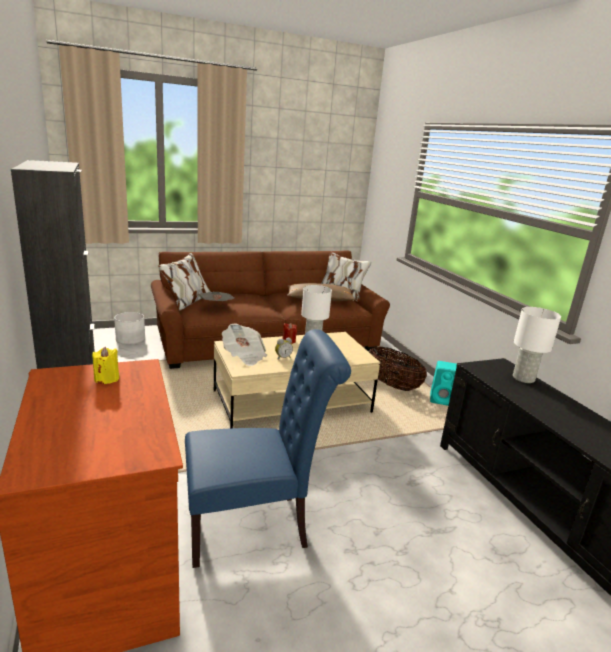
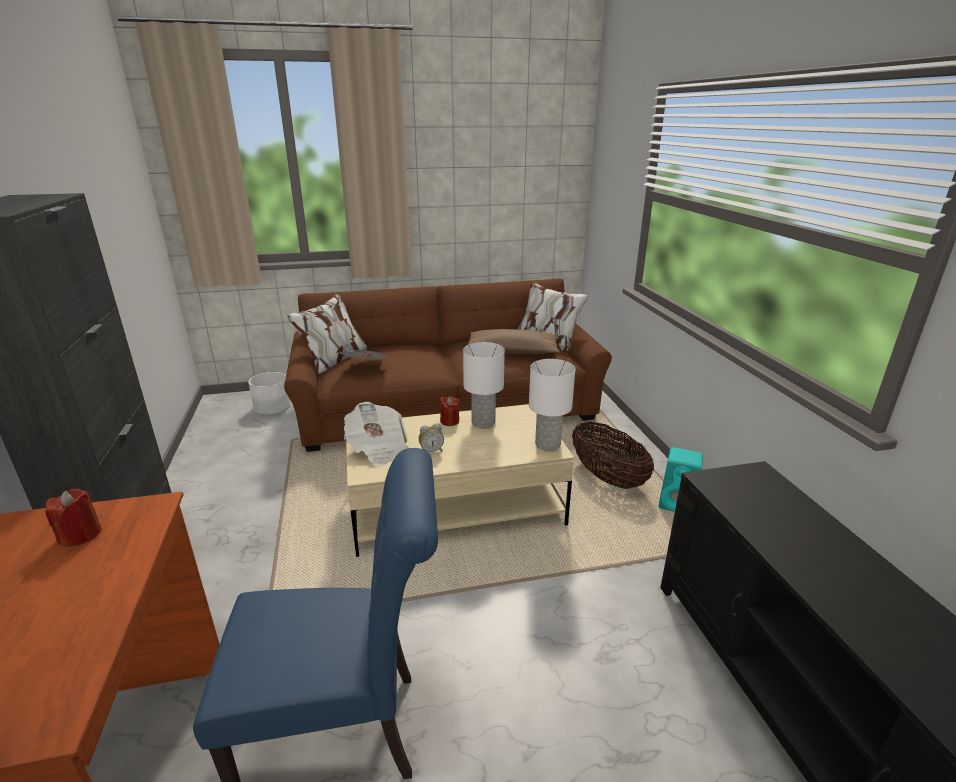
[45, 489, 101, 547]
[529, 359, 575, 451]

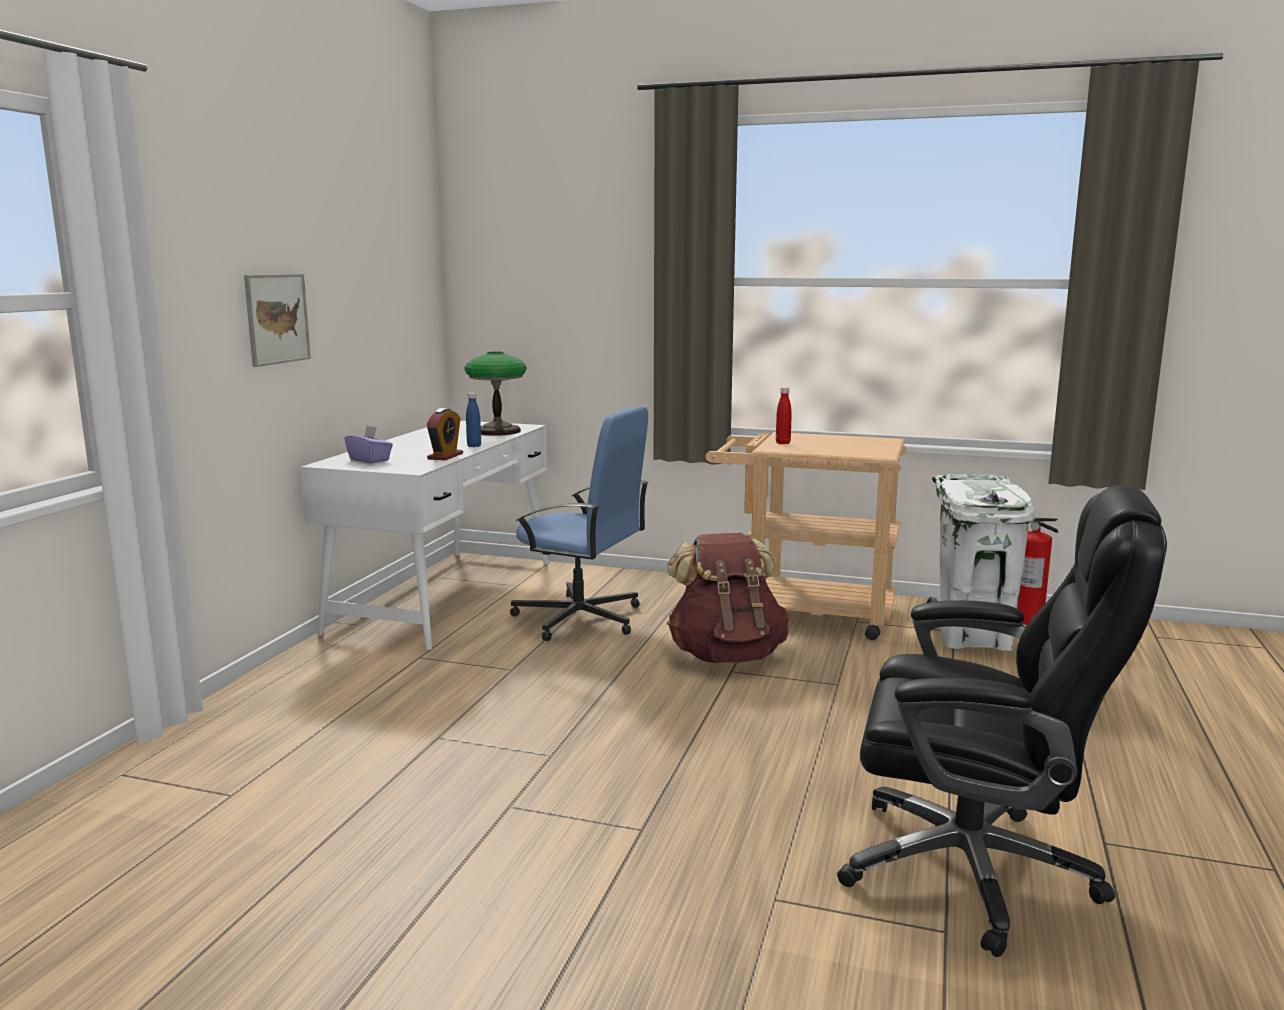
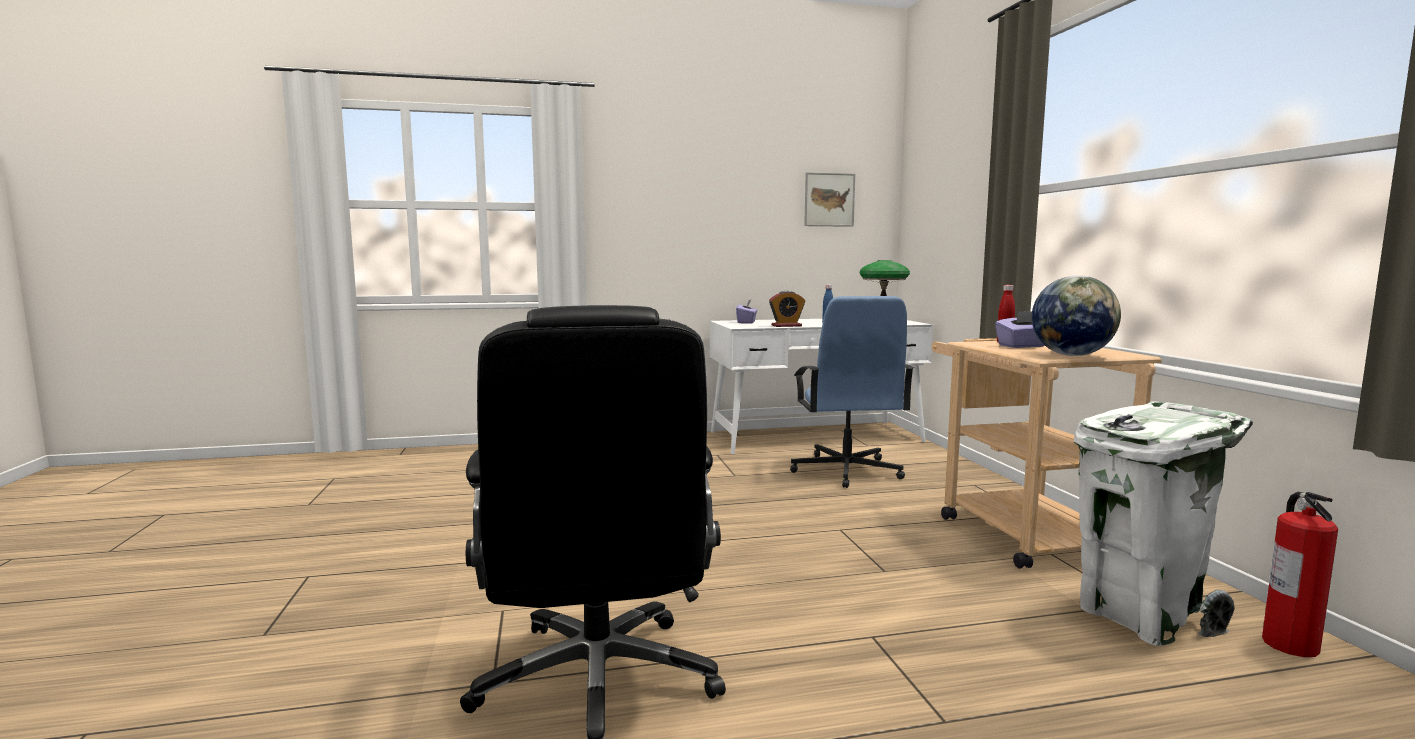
[804, 172, 855, 227]
[667, 533, 789, 663] (first image)
[995, 311, 1045, 348]
[1032, 276, 1121, 356]

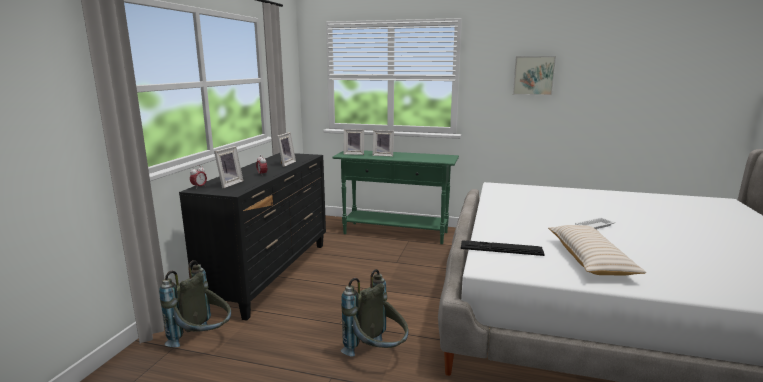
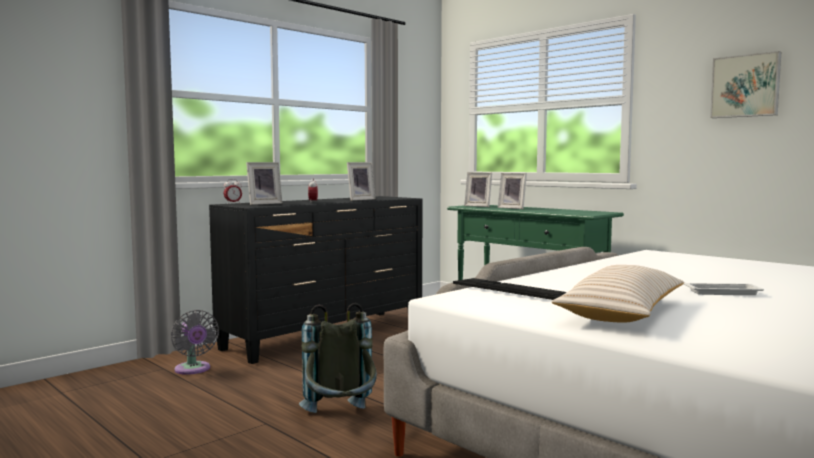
[171, 310, 219, 375]

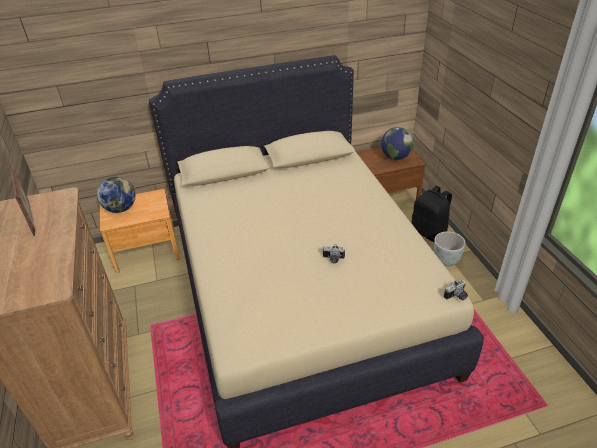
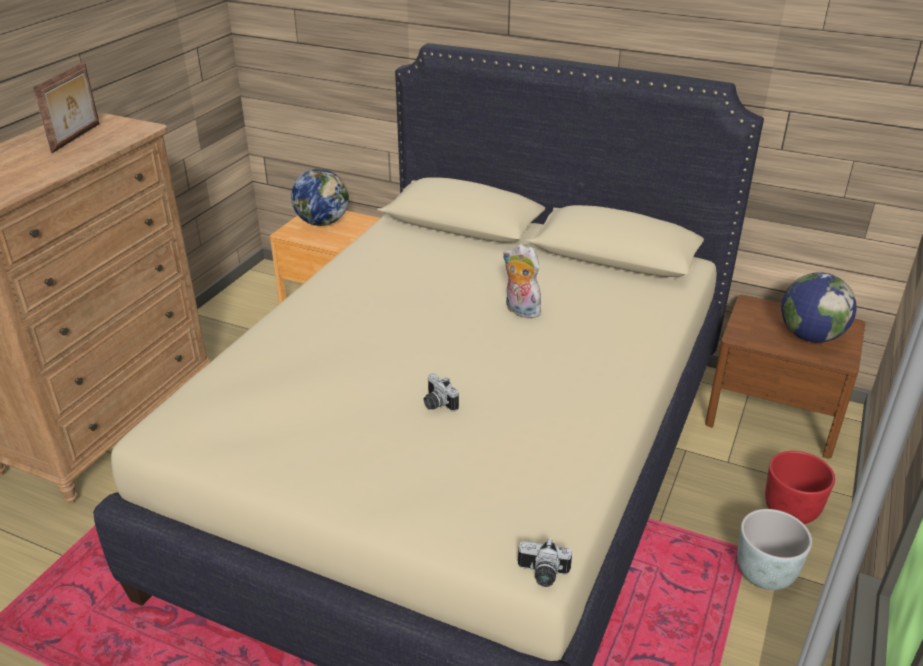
[765, 451, 835, 524]
[503, 244, 543, 318]

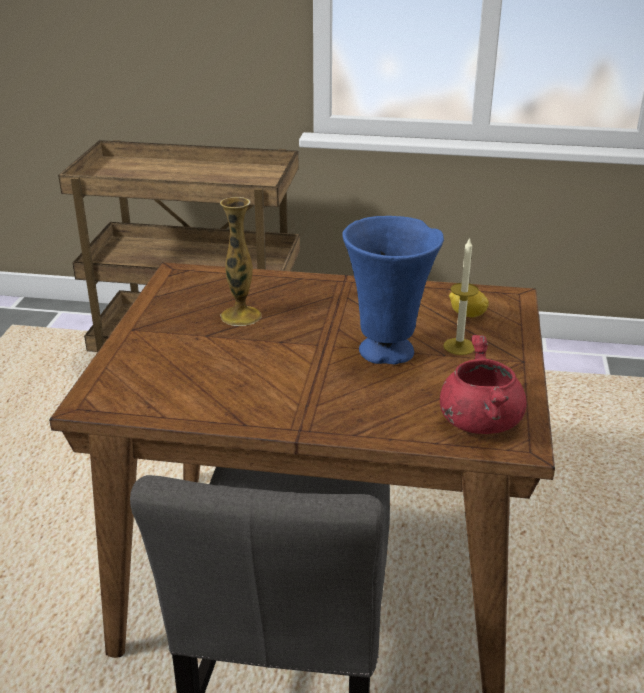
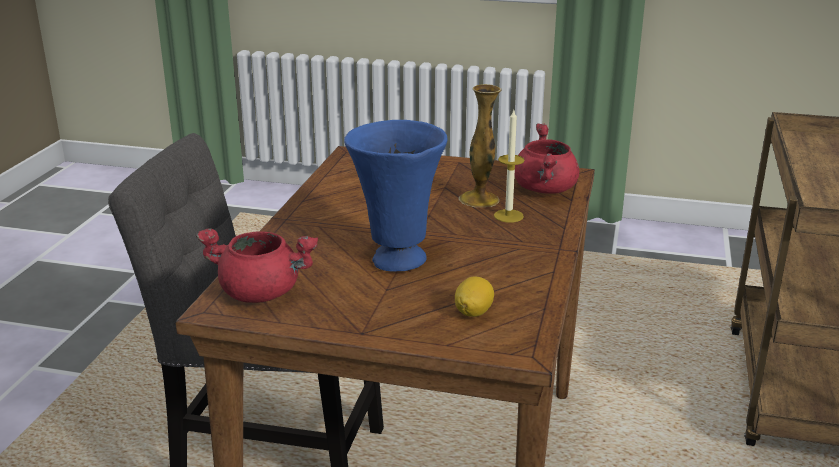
[494, 110, 525, 223]
[515, 123, 580, 194]

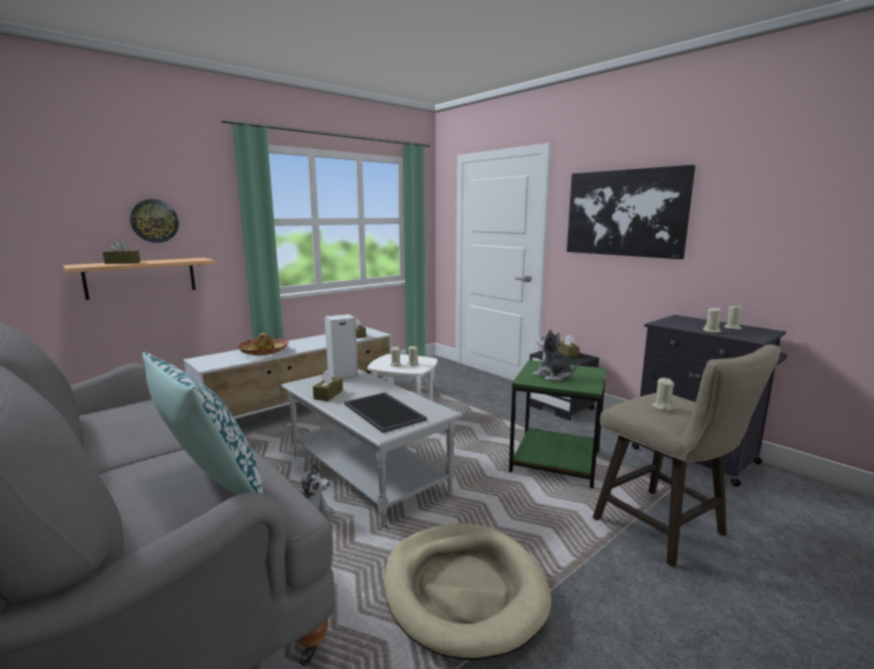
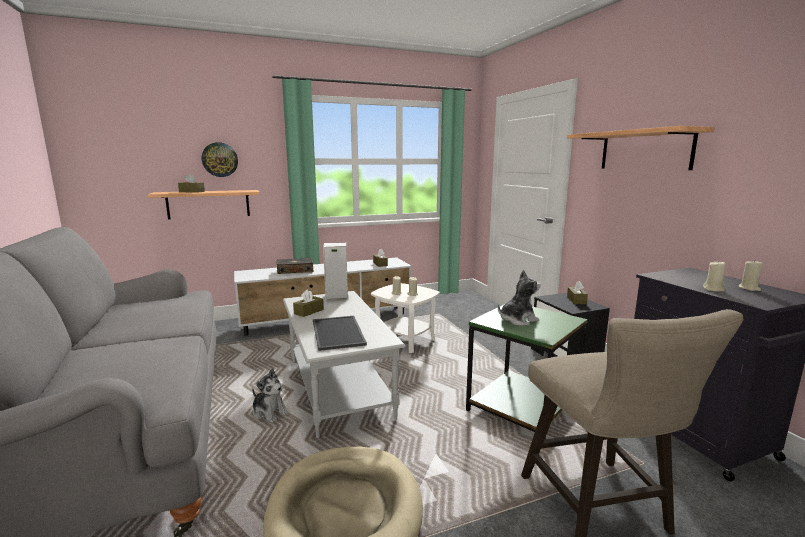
[142, 352, 266, 495] (first image)
[276, 258, 313, 274]
[498, 270, 541, 326]
[567, 126, 715, 170]
[652, 378, 674, 411] (first image)

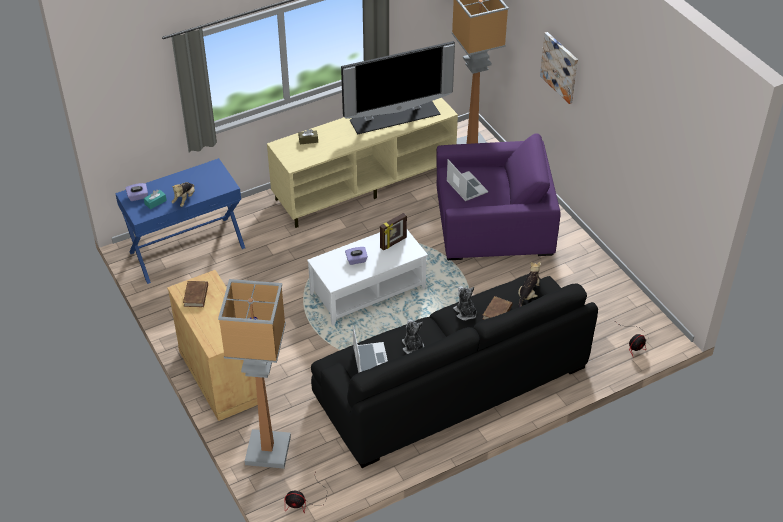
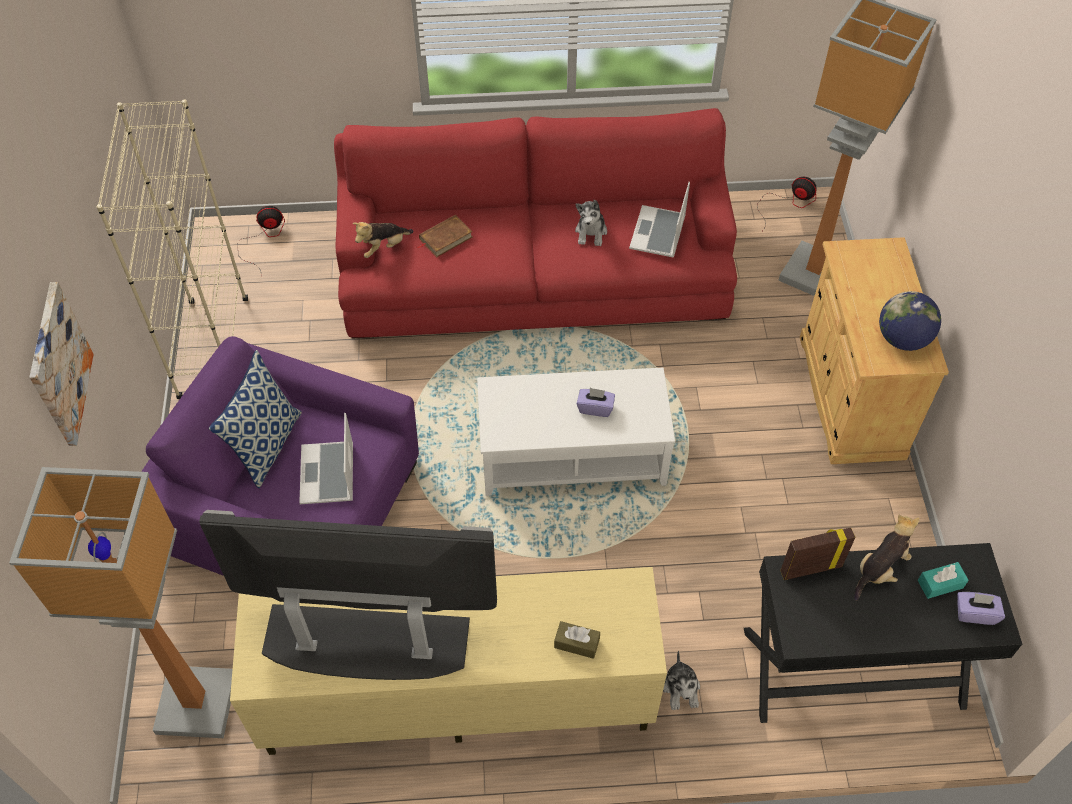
[744, 543, 1022, 723]
[879, 291, 941, 351]
[334, 108, 737, 339]
[780, 528, 855, 580]
[663, 650, 700, 710]
[96, 99, 248, 399]
[209, 350, 302, 488]

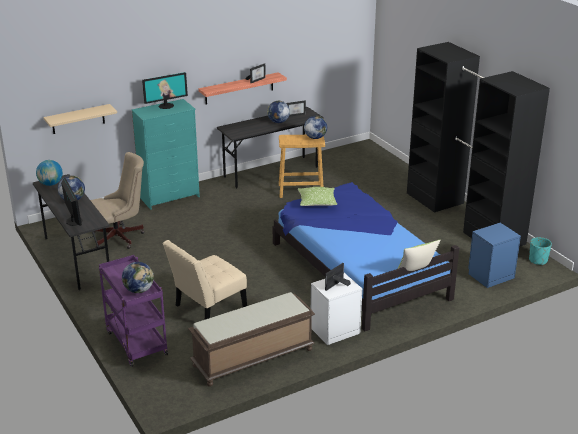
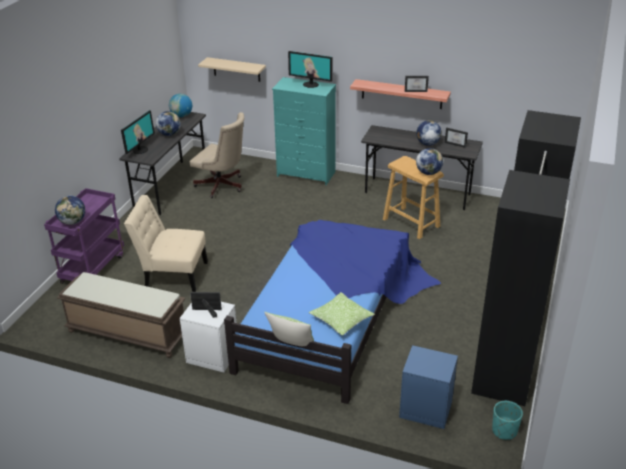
[309, 292, 375, 335]

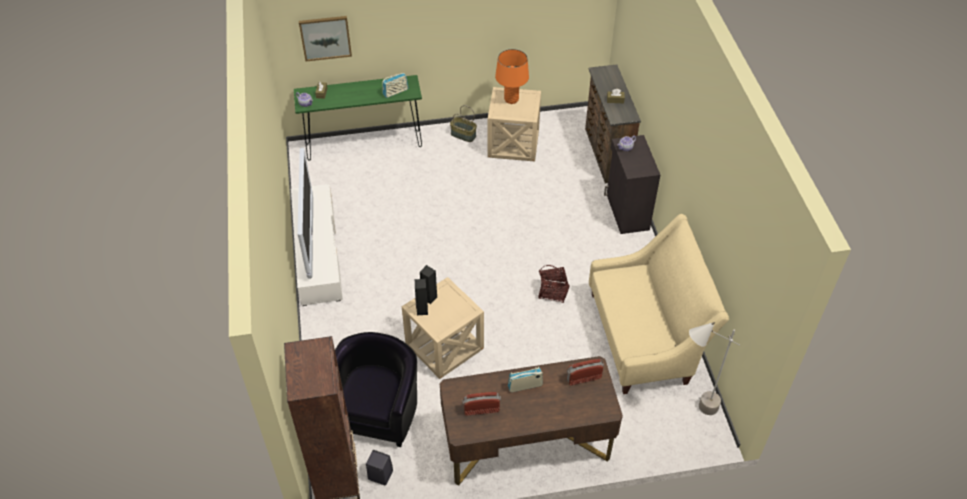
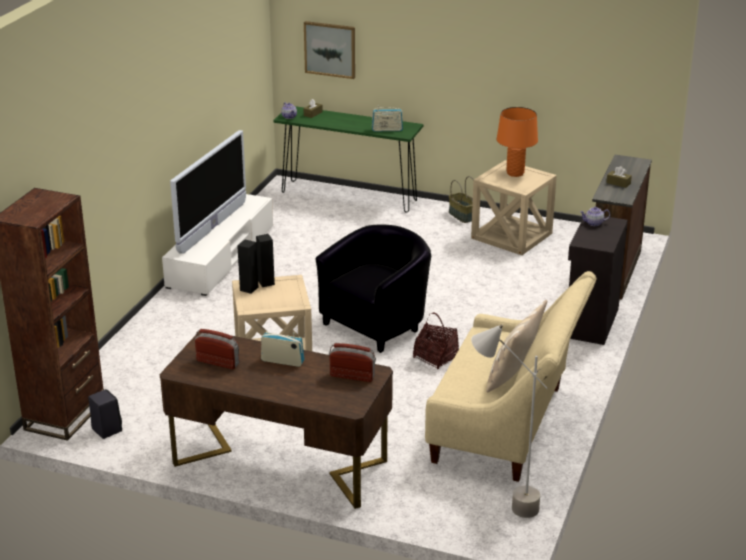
[316, 225, 431, 353]
[486, 300, 547, 392]

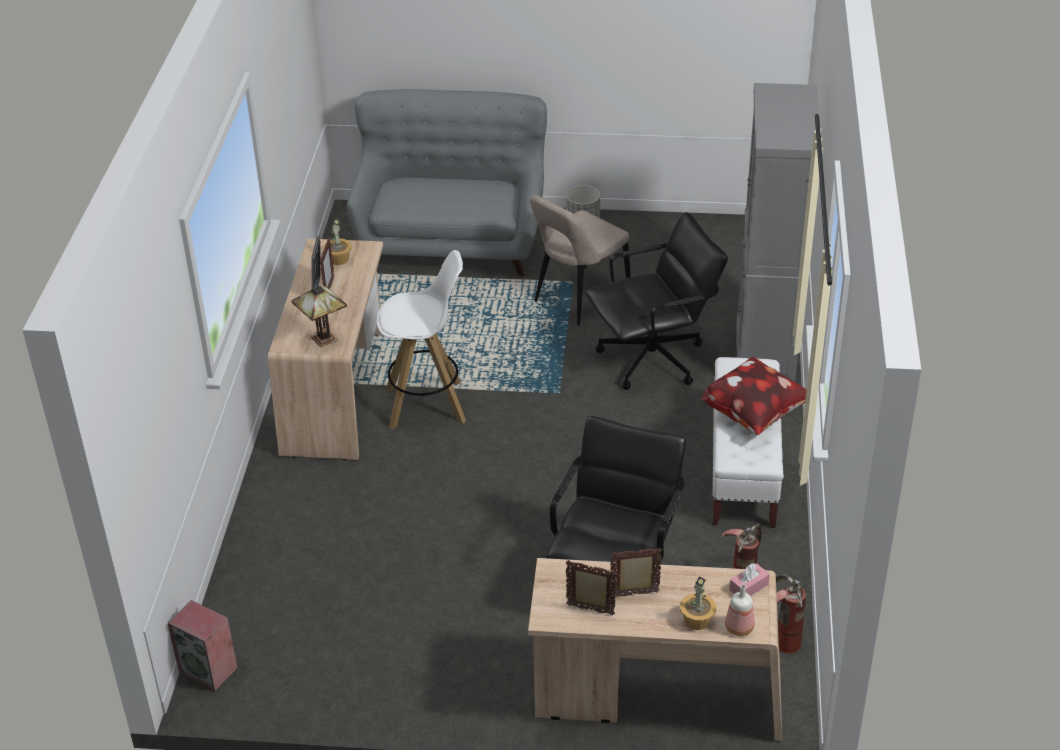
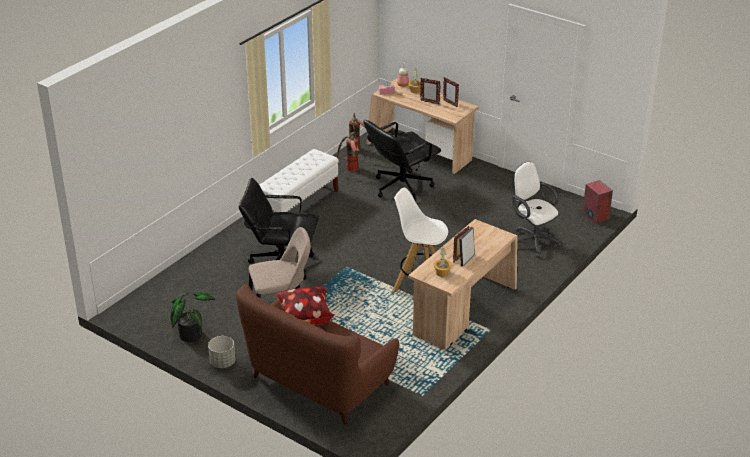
[291, 286, 347, 347] (first image)
[236, 284, 399, 425]
[275, 287, 335, 325]
[737, 83, 819, 382] (first image)
[170, 292, 215, 342]
[512, 162, 561, 257]

